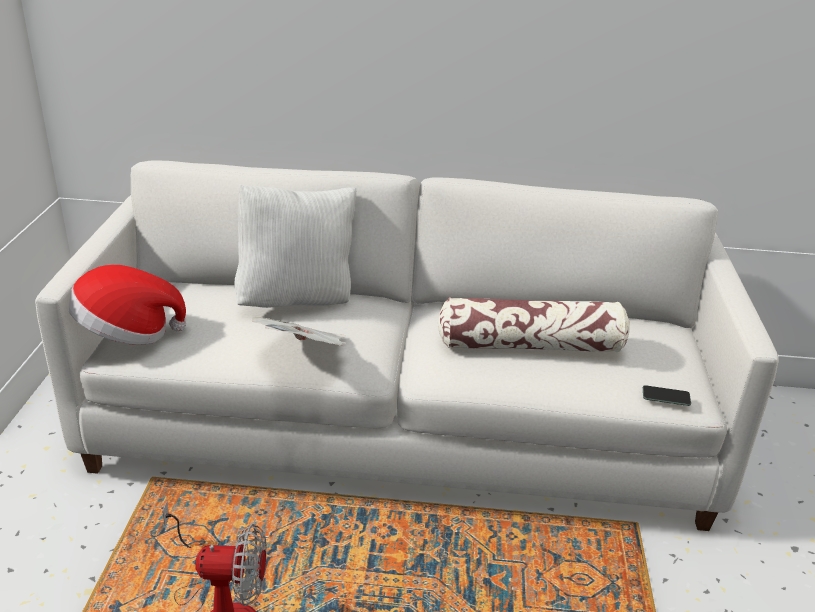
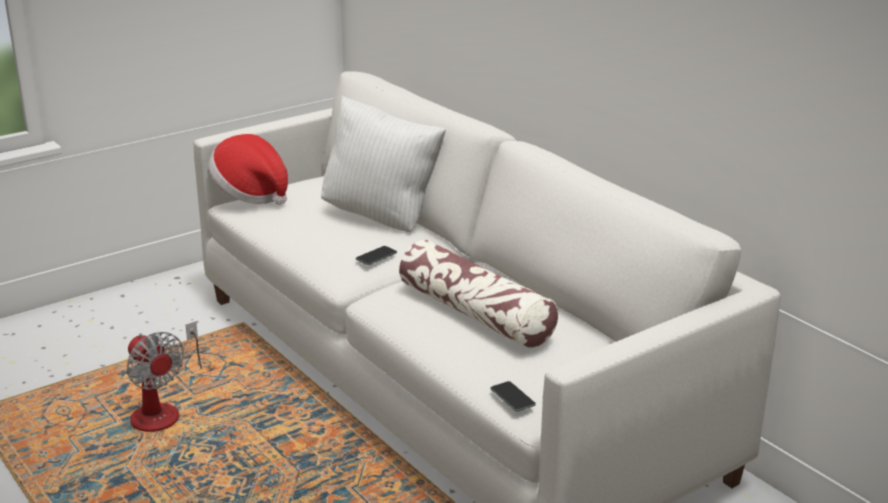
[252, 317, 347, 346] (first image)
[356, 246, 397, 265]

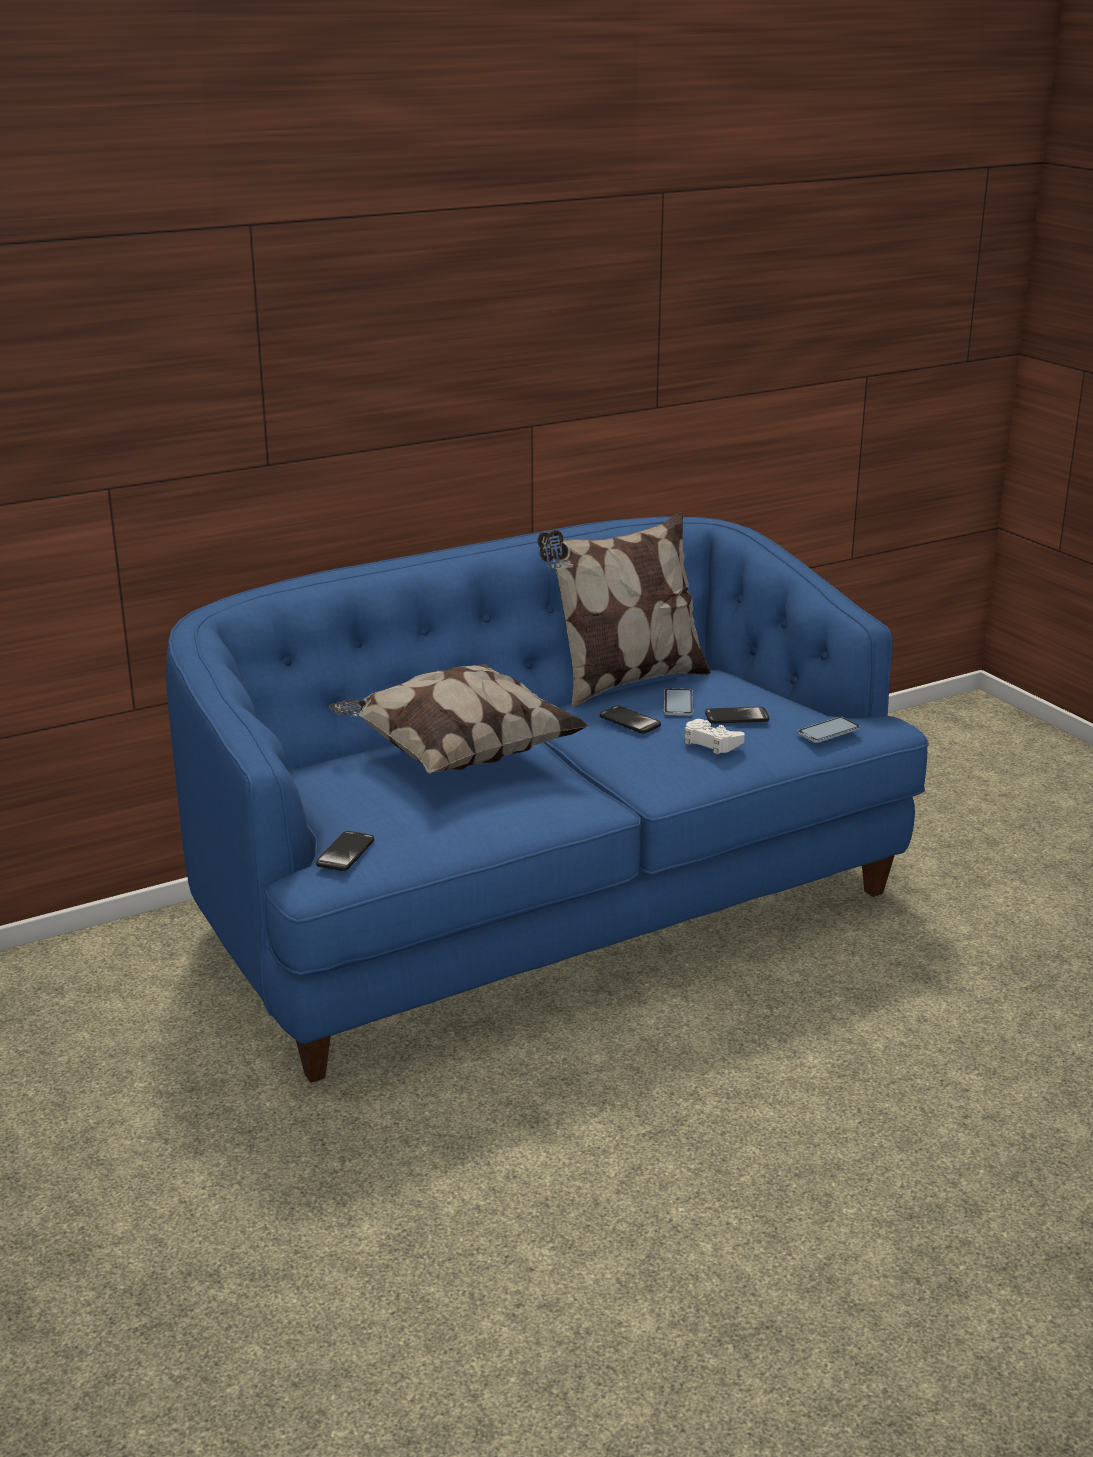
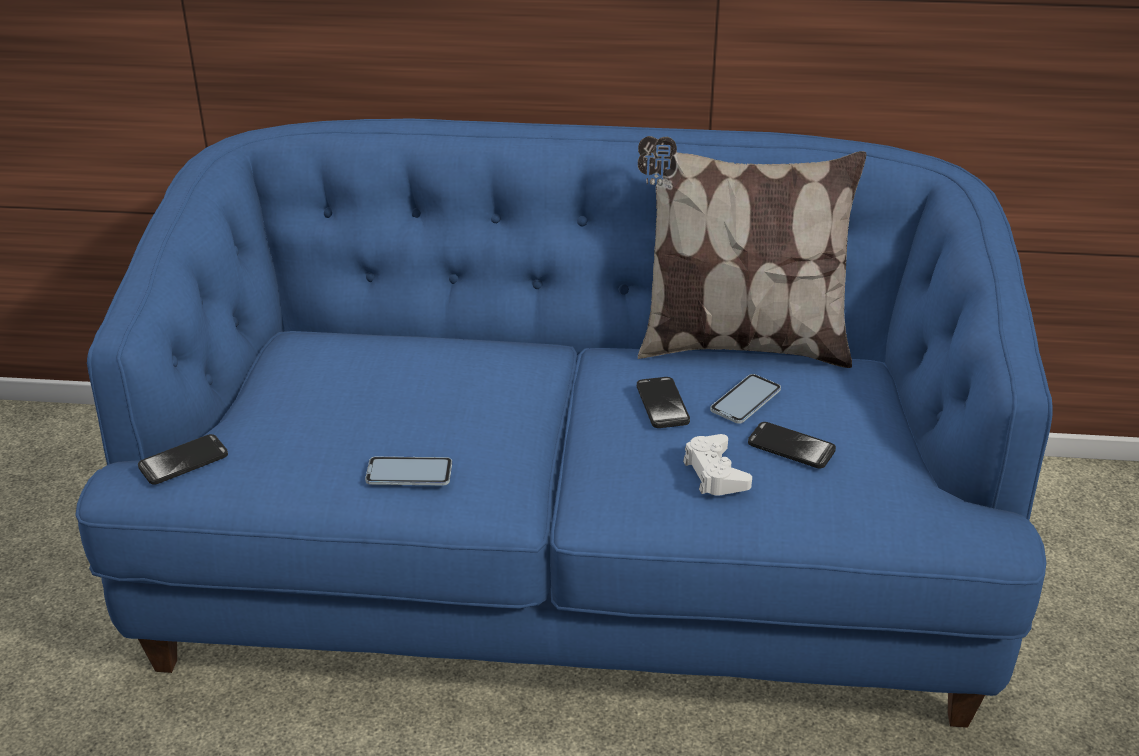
[329, 664, 590, 774] (first image)
[365, 456, 452, 486]

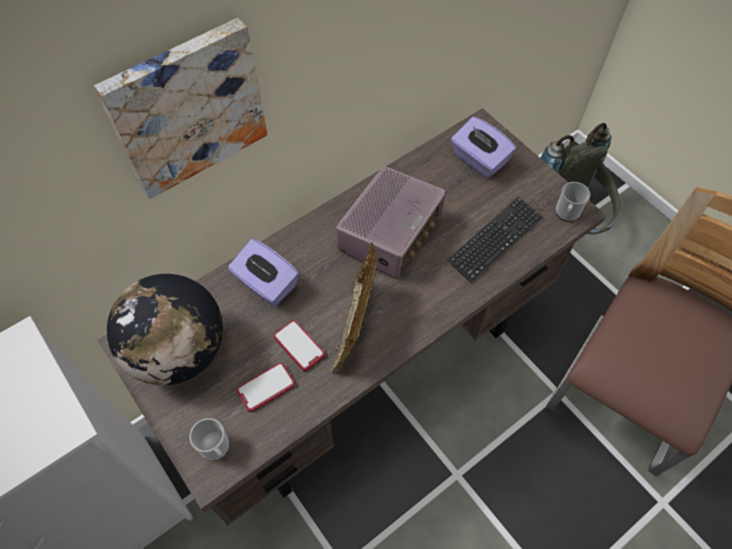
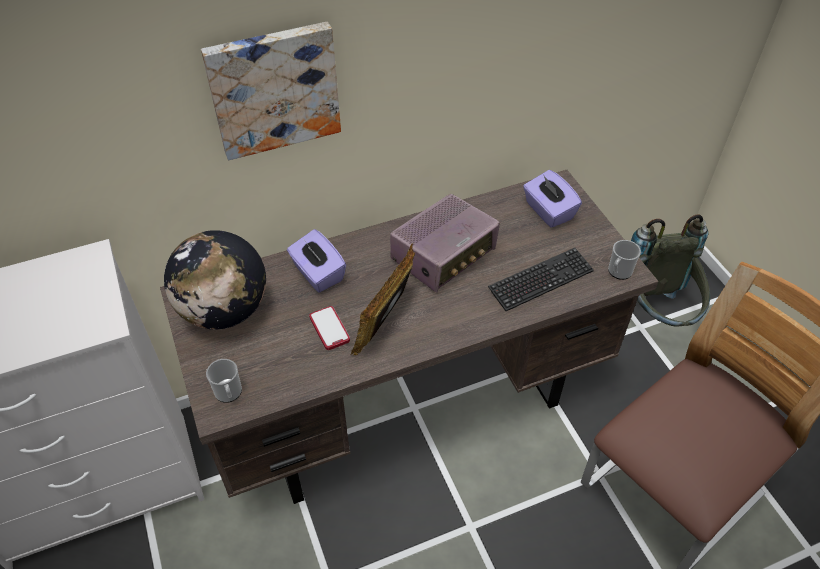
[237, 363, 295, 412] (first image)

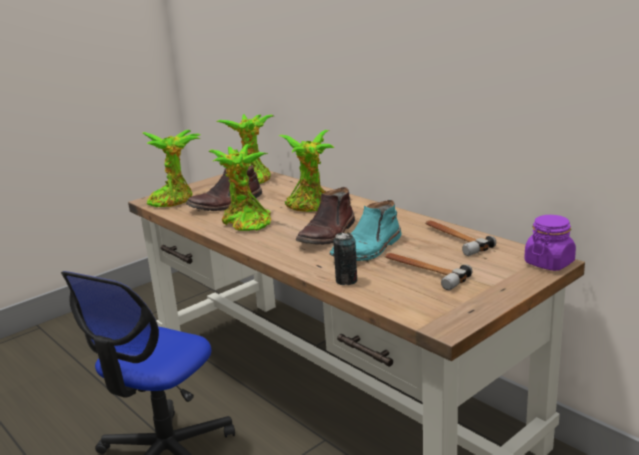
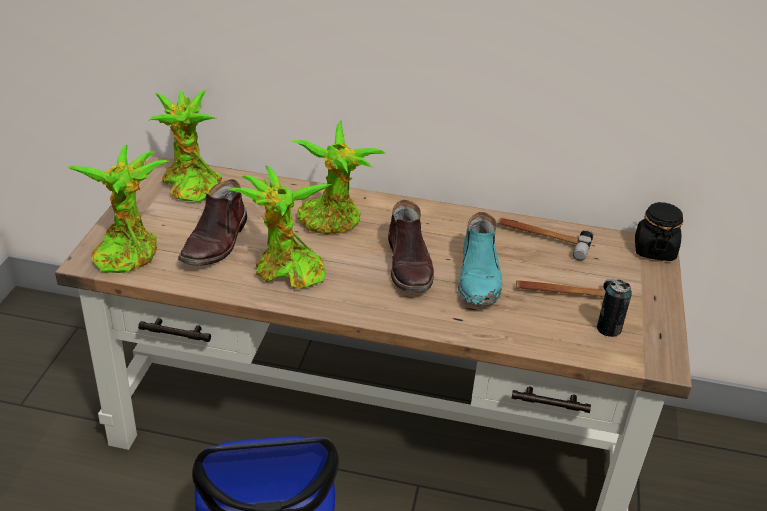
[597, 280, 632, 337]
[635, 202, 683, 261]

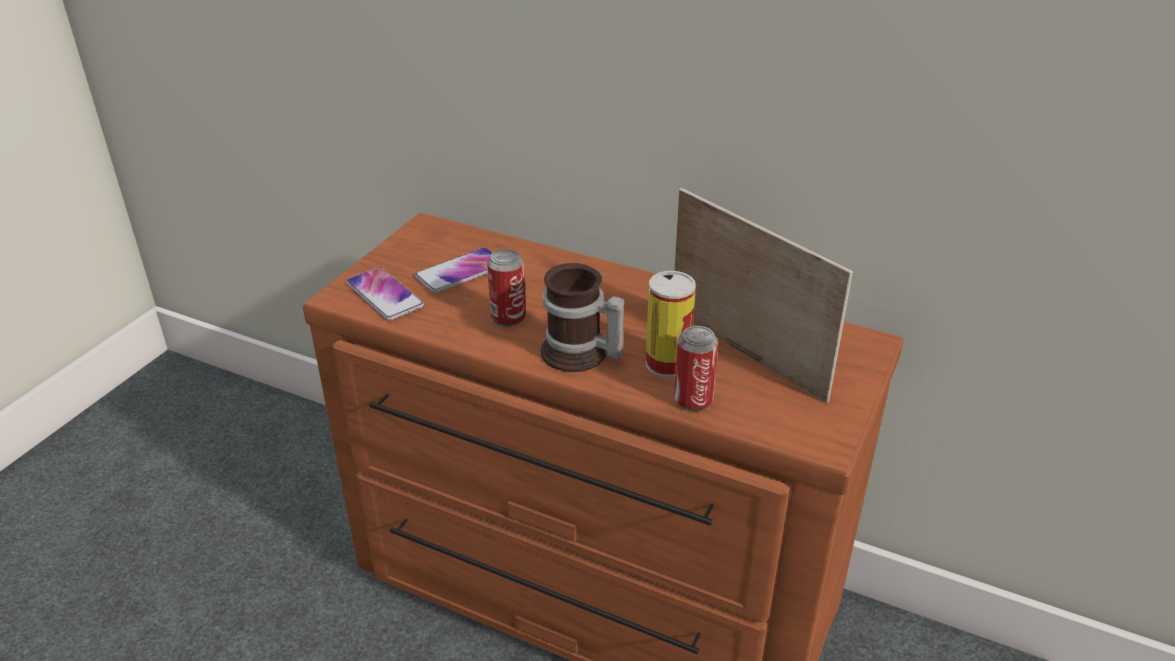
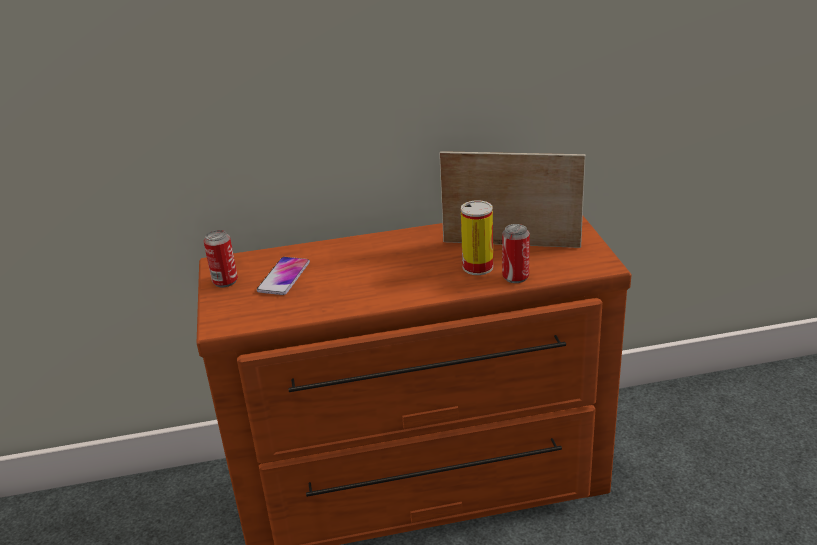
[346, 267, 424, 320] (first image)
[204, 230, 238, 287]
[541, 263, 624, 372] (first image)

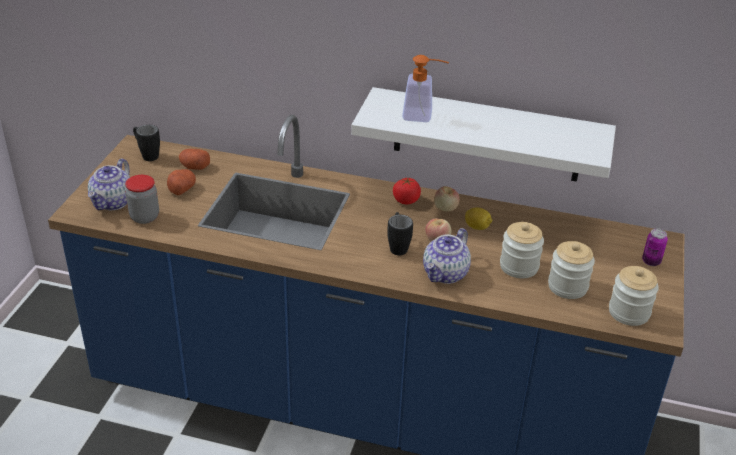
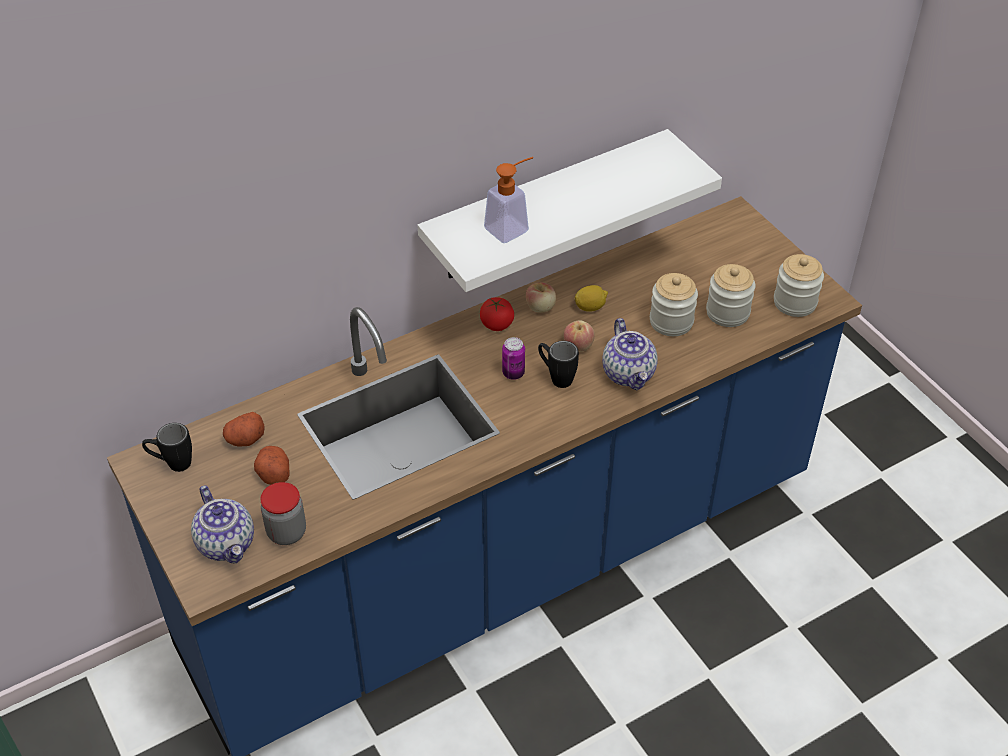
[502, 337, 525, 380]

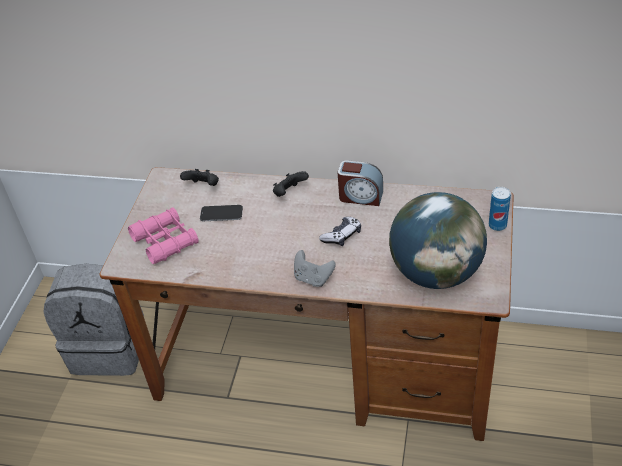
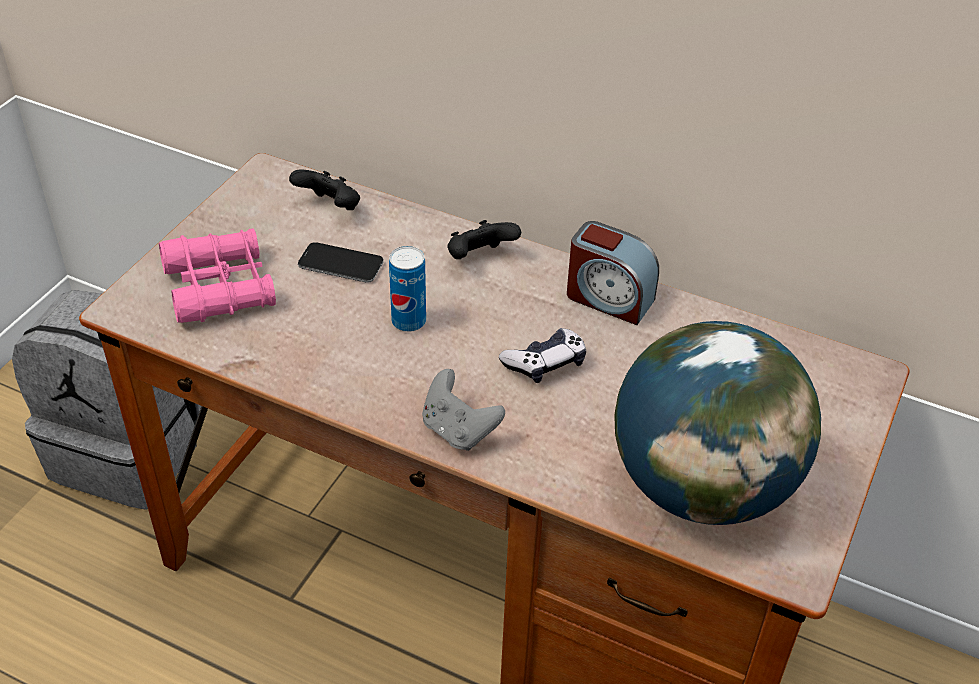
[389, 246, 426, 332]

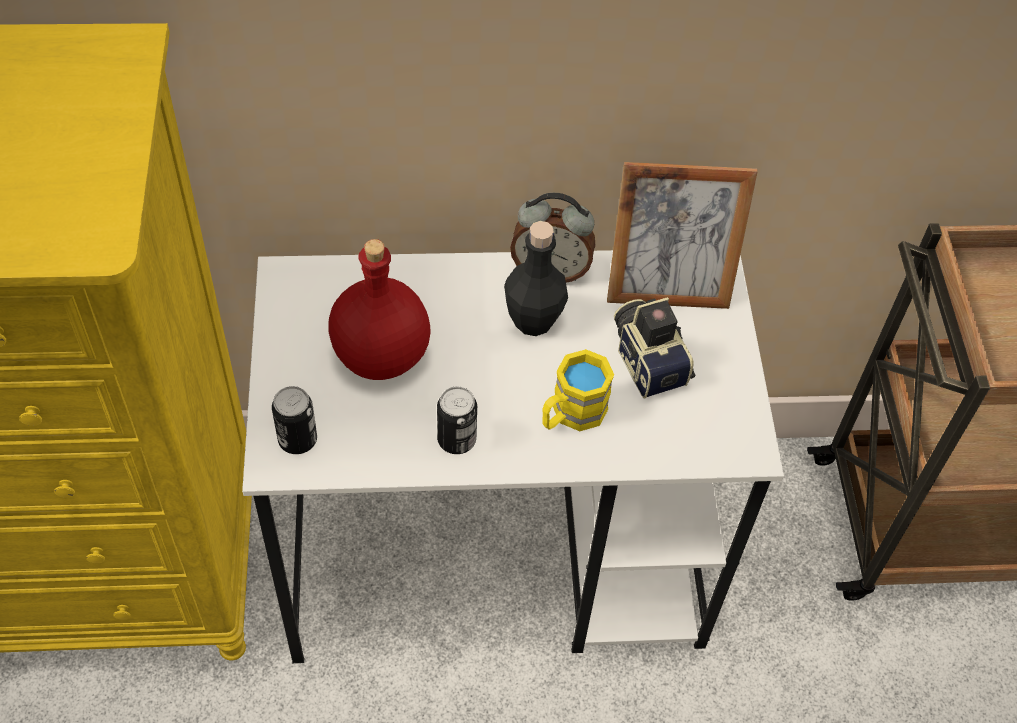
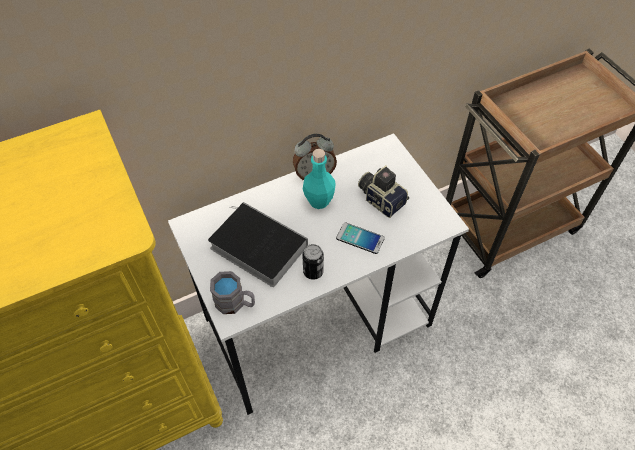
[210, 271, 255, 314]
[208, 202, 308, 287]
[303, 149, 336, 209]
[336, 222, 385, 254]
[607, 162, 758, 309] (first image)

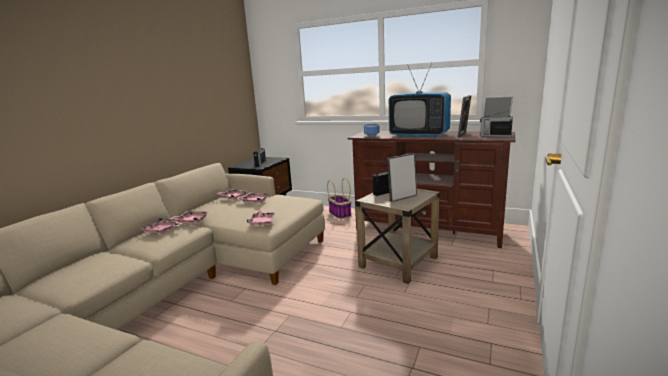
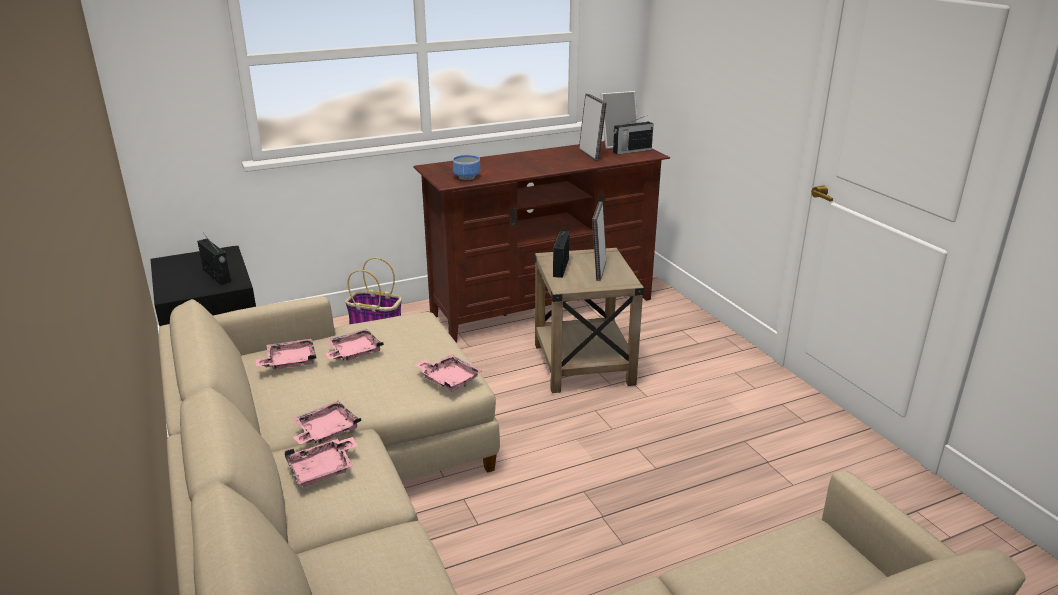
[389, 63, 451, 137] (first image)

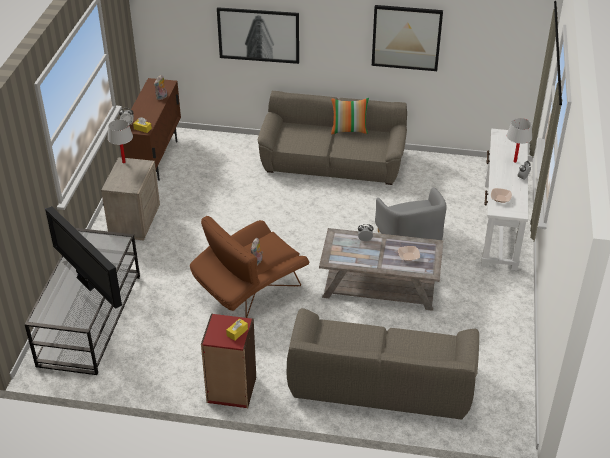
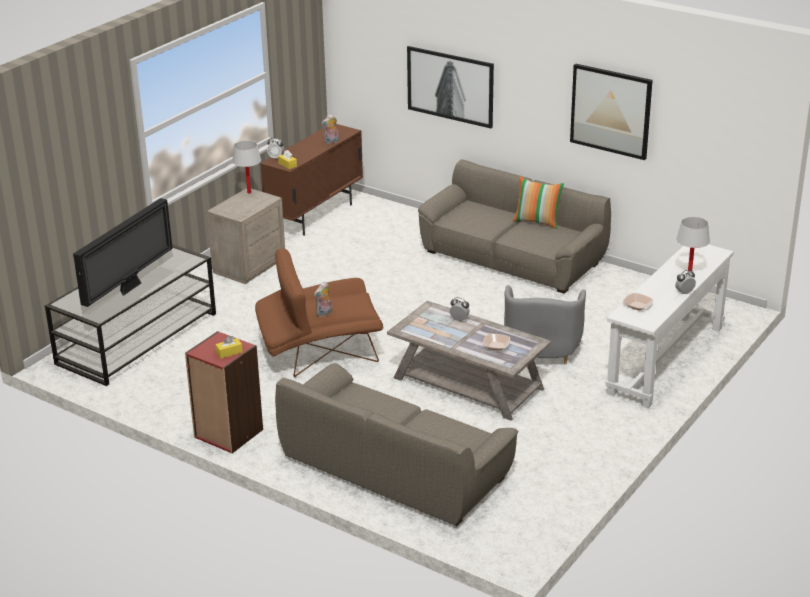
[73, 198, 173, 307]

